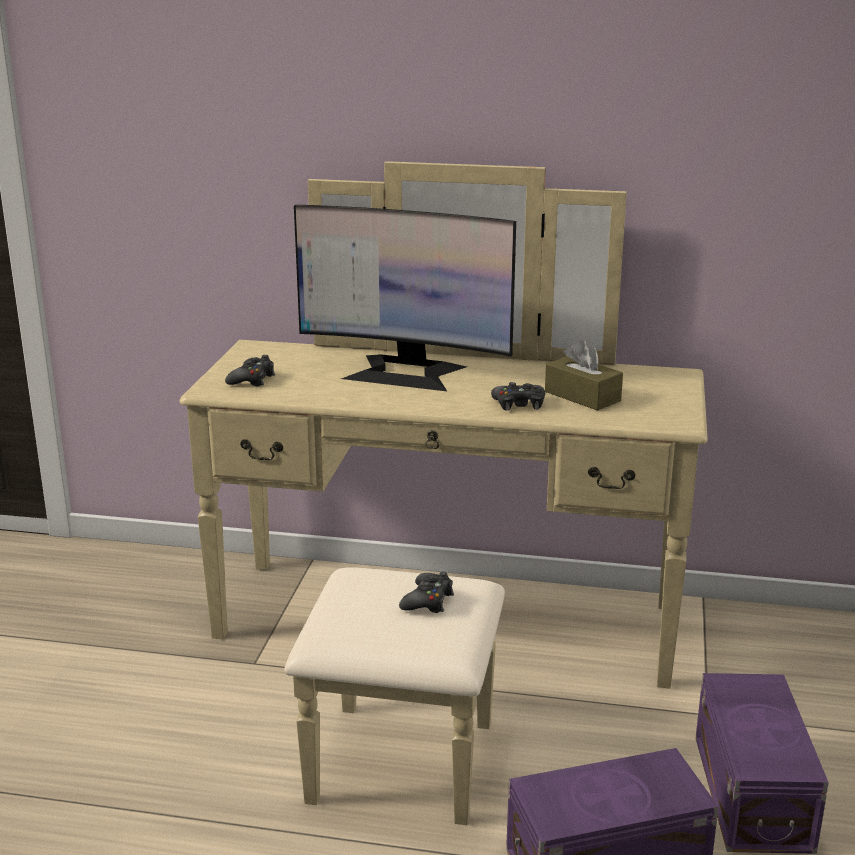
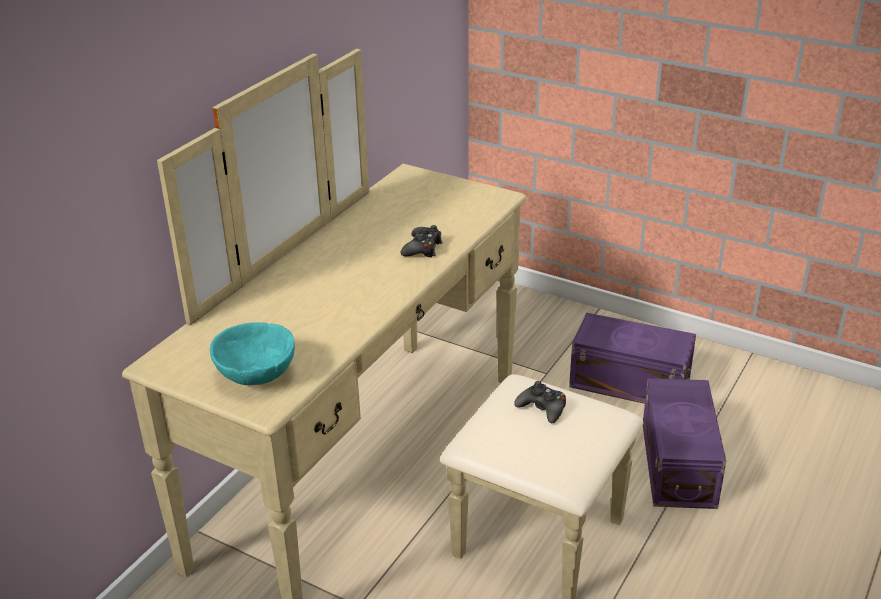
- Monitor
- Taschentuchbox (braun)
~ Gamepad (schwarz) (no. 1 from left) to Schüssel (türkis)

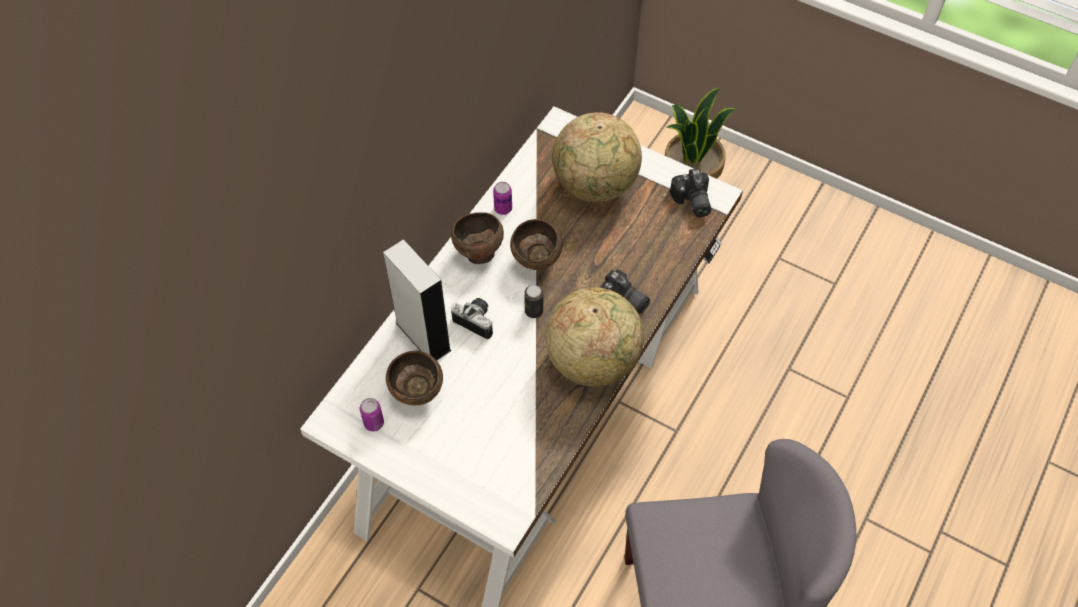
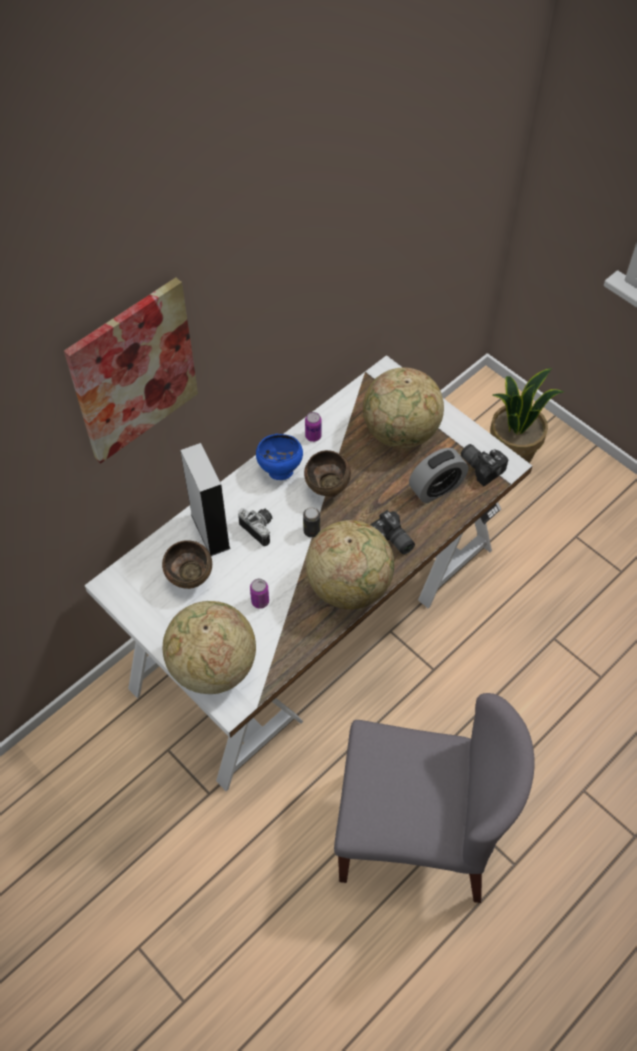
~ Kamera (no. 3 from left) 135 degrees clockwise
~ Schüssel (braun) (no. 2 from left) to Schüssel (blau)
~ Dose (no. 1 from left)
+ Bild
+ Wecker
+ Globus (no. 1 from left)

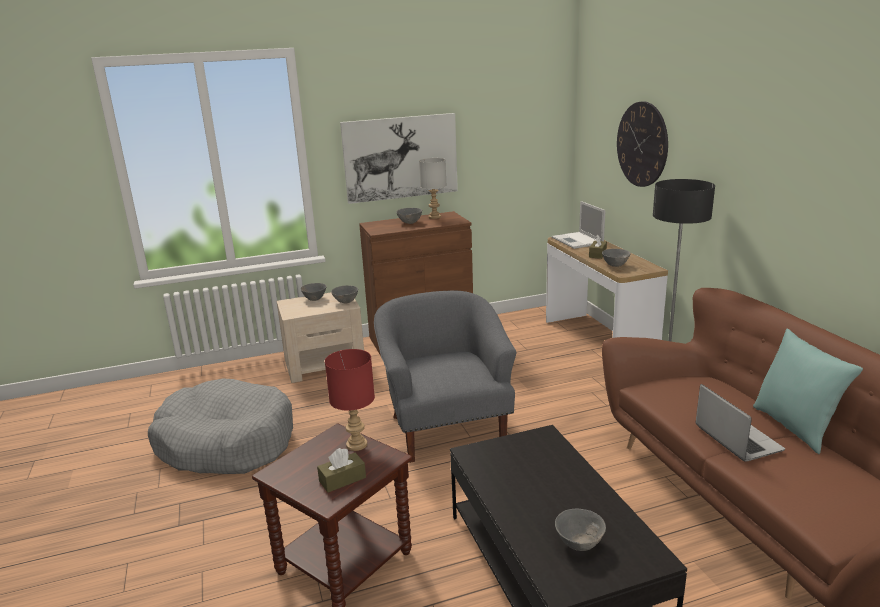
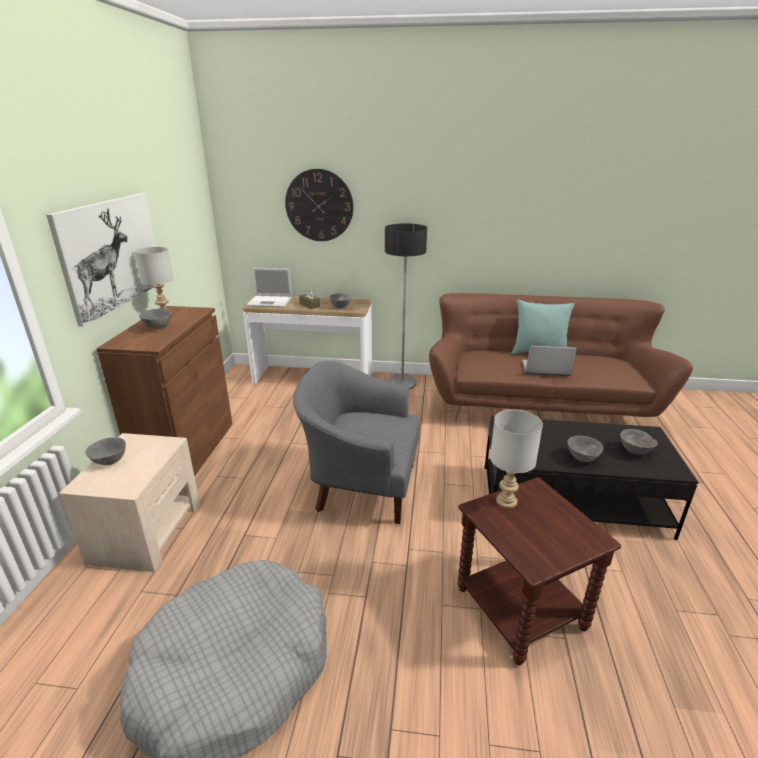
~ Schüssel (grau) (no. 2 from left in the first image) to Schüssel (grau) (no. 4 from left)
~ Tischlampe (rot) to Tischlampe (grau) (no. 2 from left)
- Taschentuchbox (braun) (no. 1 from left)

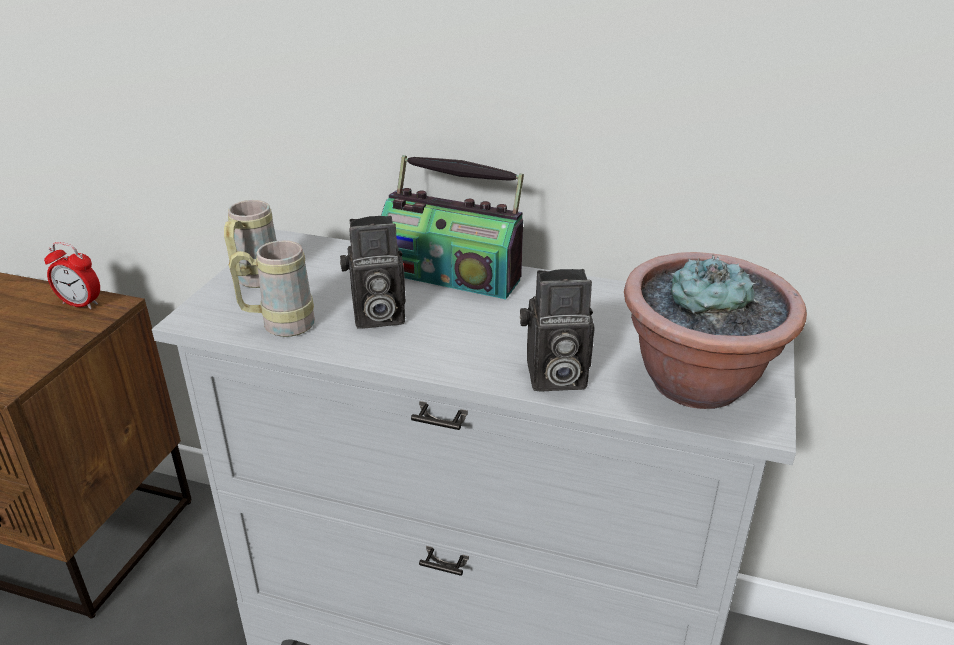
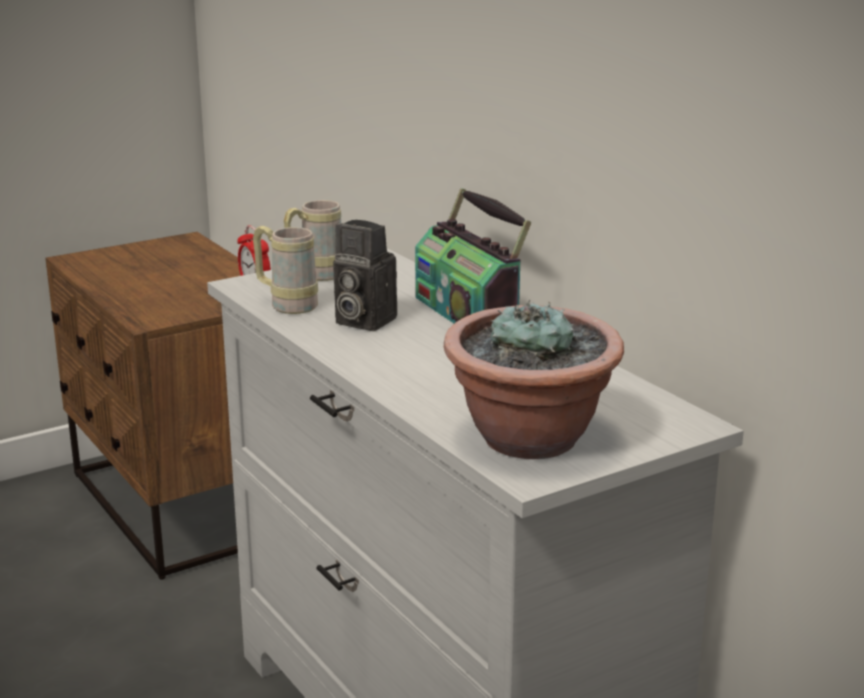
- Kamera (no. 2 from left)

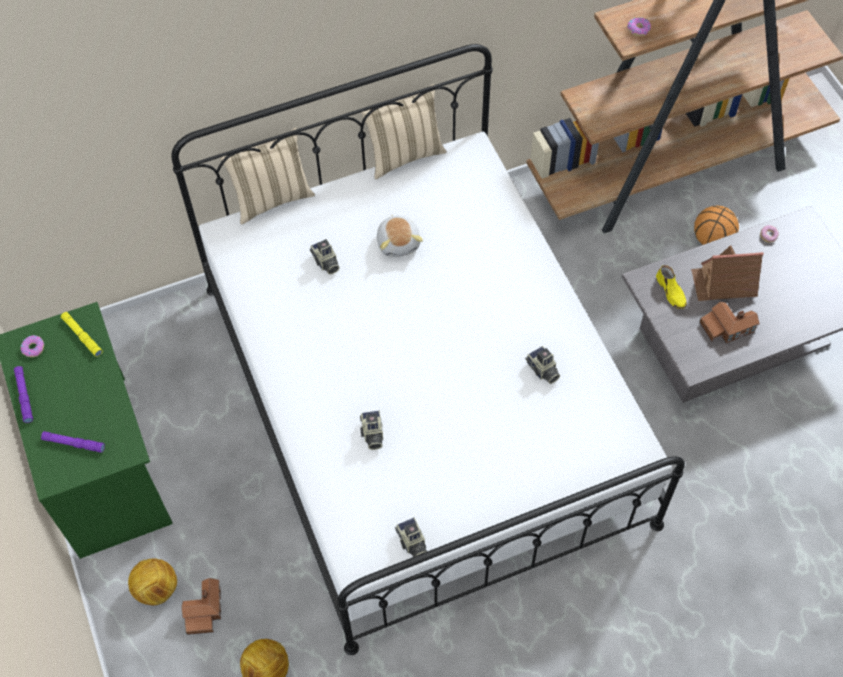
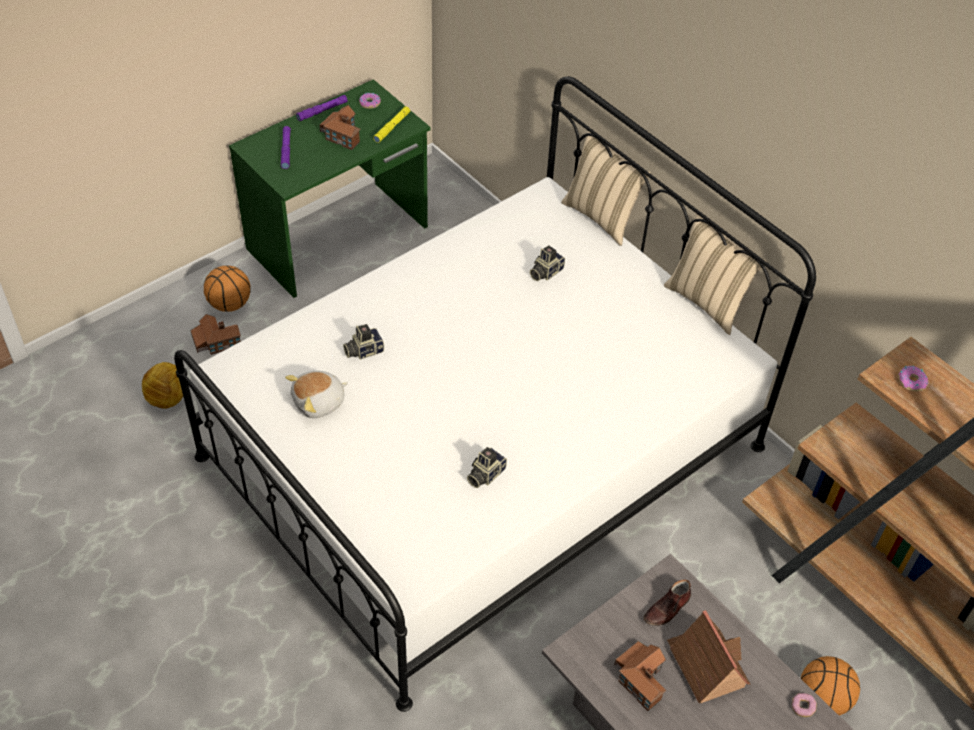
~ Plüschtier
~ Schuh (gelb) to Schuh (braun)
- Kamera (no. 3 from left)
~ Fußball (no. 1 from left) to Basketball (no. 1 from left)
+ Spielzeughaus (no. 2 from left)

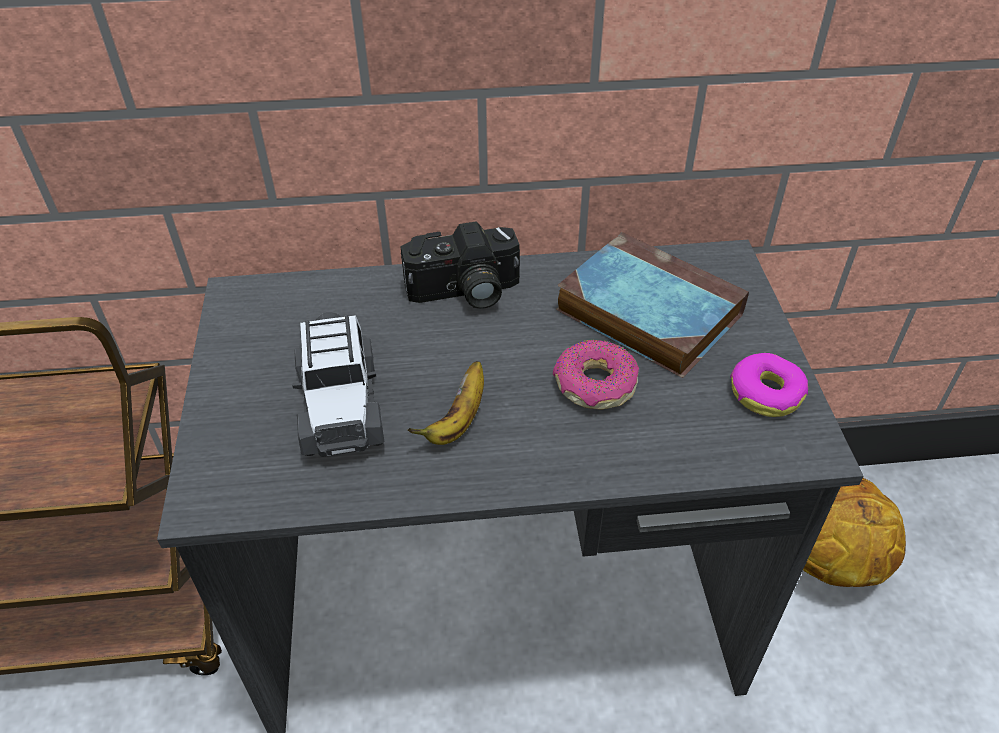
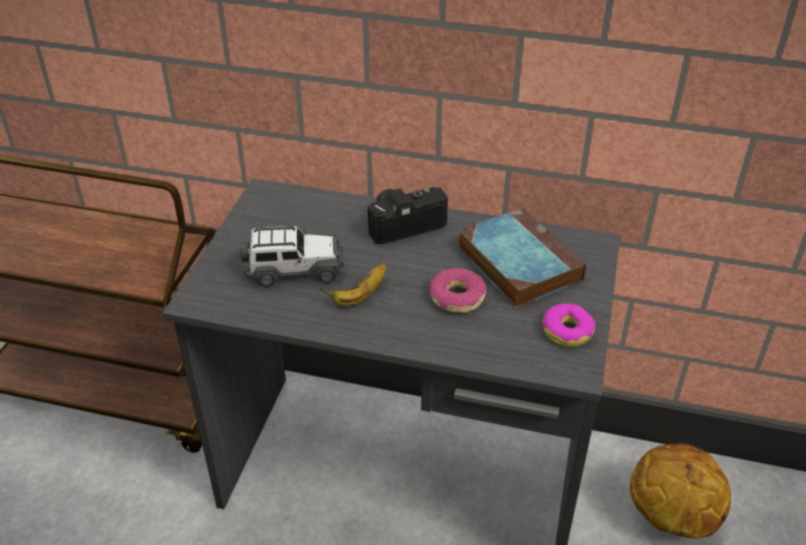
~ Kamera 150 degrees clockwise
~ Spielzeugauto 105 degrees counterclockwise

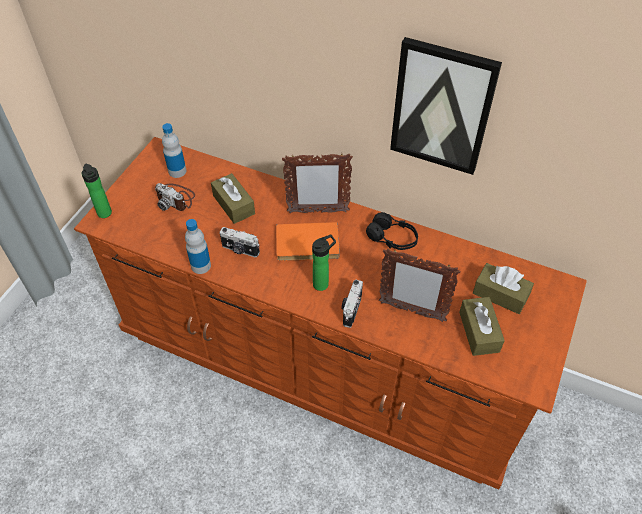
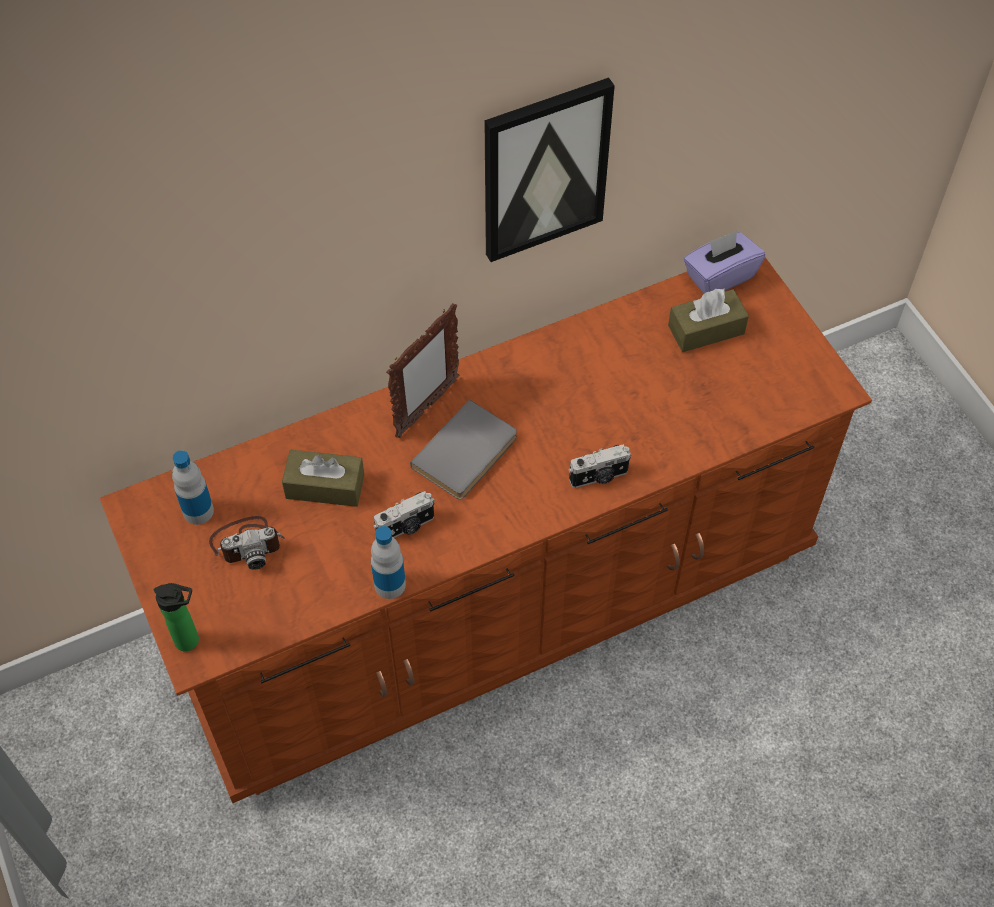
- Kopfhörer (schwarz)
~ Buch (orange) to Buch (grau)
- Flasche (no. 4 from left)
- Bilderrahmen (no. 2 from left)
~ Kamera (no. 3 from left) 75 degrees counterclockwise
- Taschentuchbox (braun) (no. 2 from left)
+ Taschentuchbox (lila)

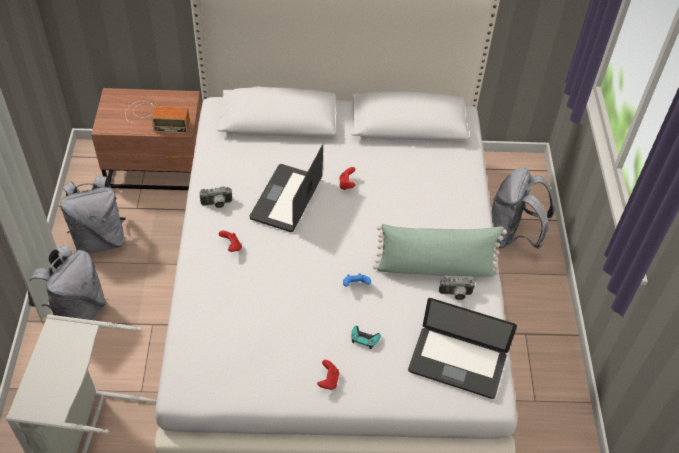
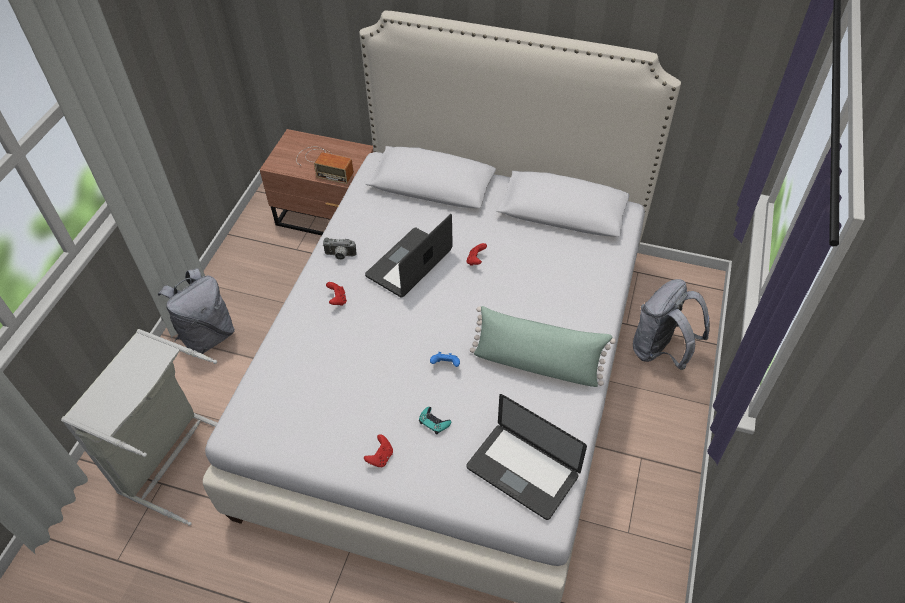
- Rucksack (grau) (no. 2 from left)
- Kamera (no. 2 from left)

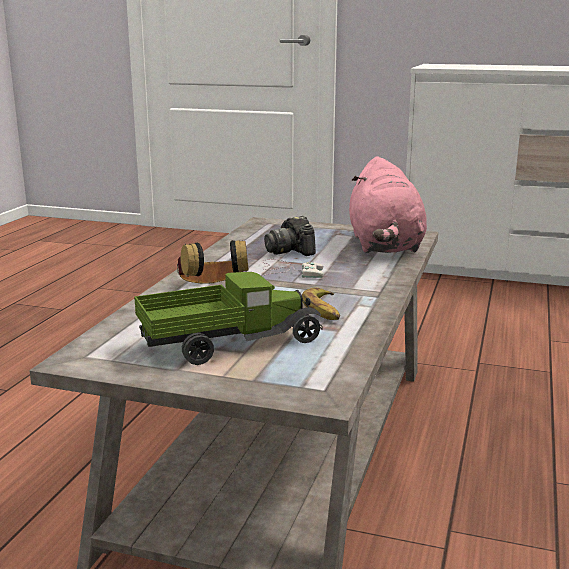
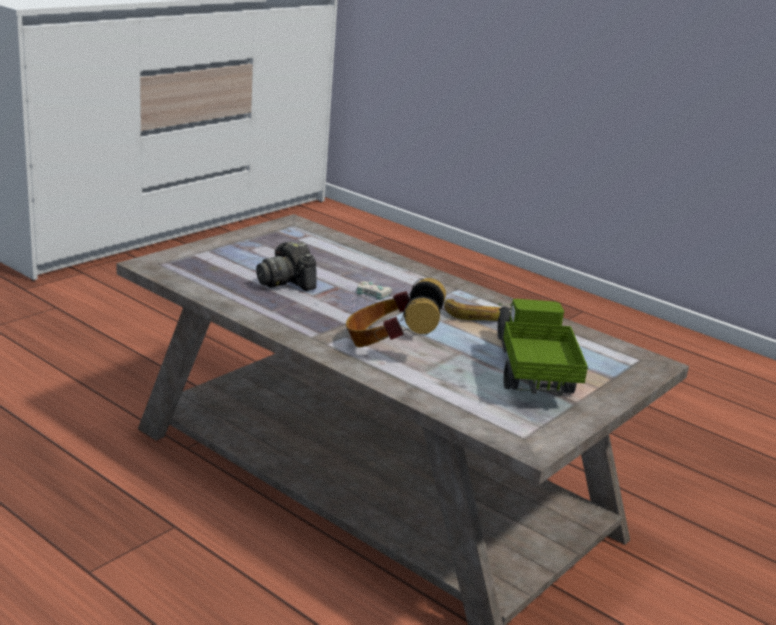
- Plüschtier (rosa)
~ Kamera 60 degrees clockwise

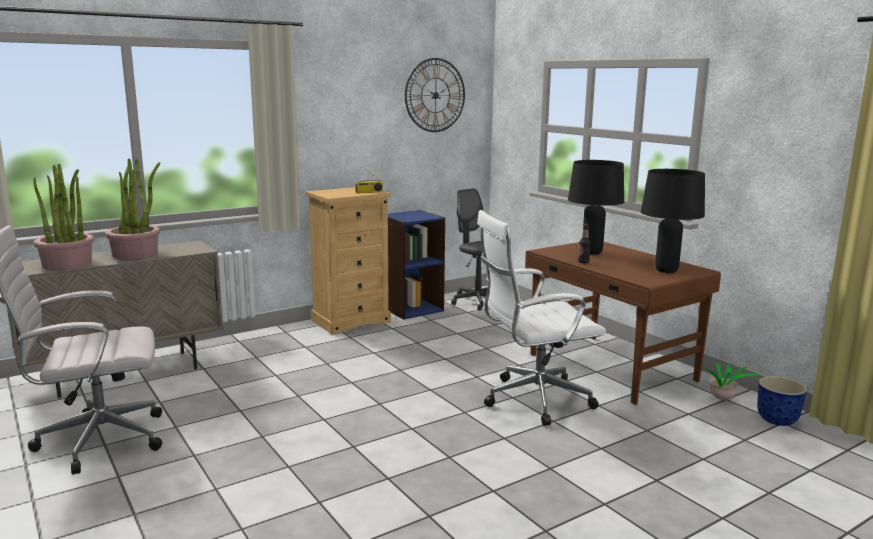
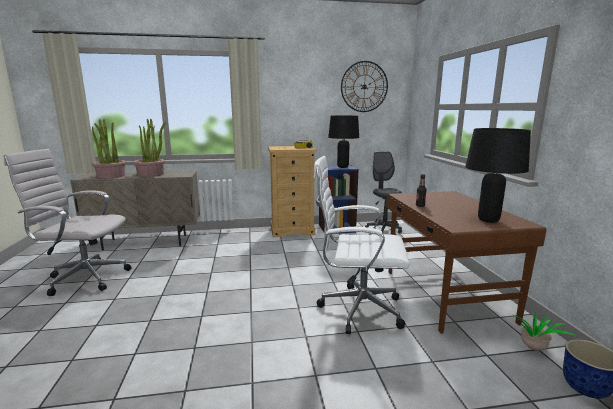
~ Tischlampe (schwarz) (no. 1 from left)

